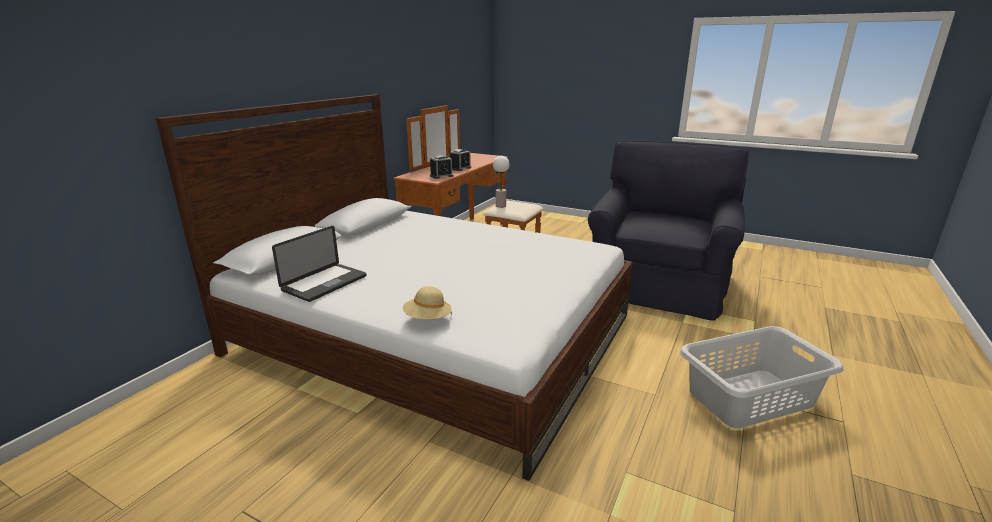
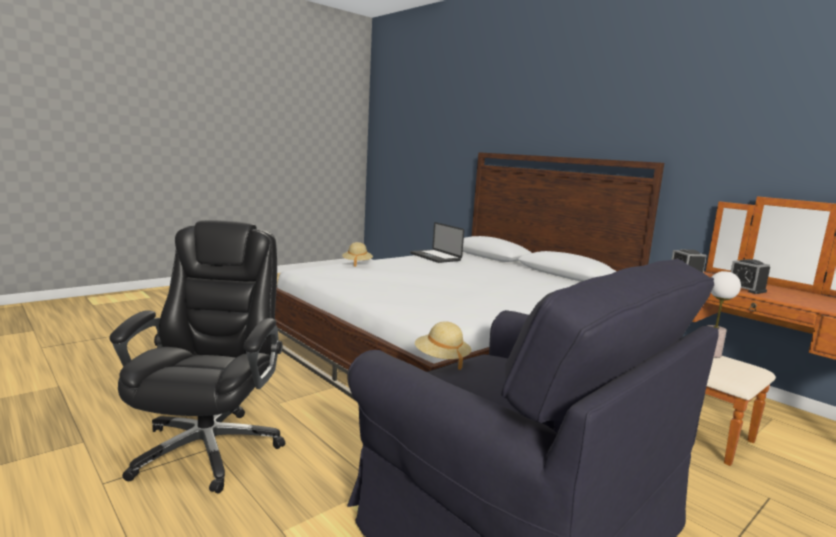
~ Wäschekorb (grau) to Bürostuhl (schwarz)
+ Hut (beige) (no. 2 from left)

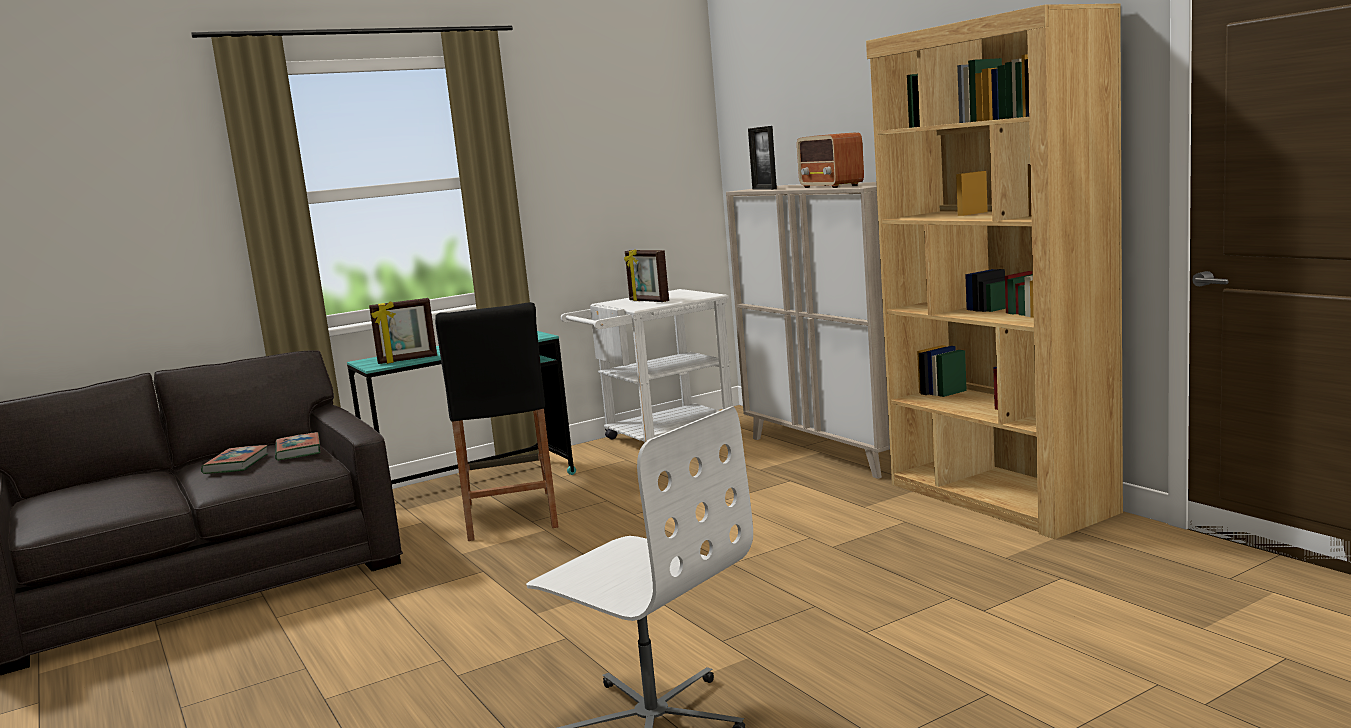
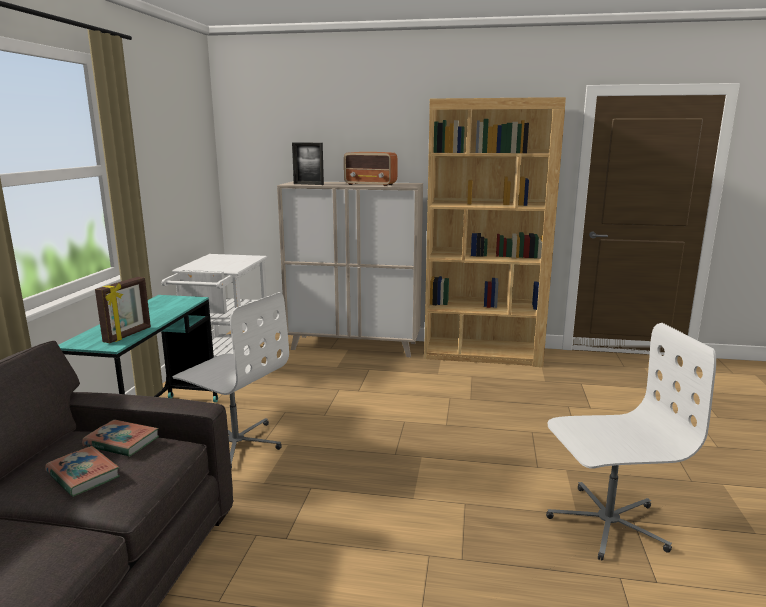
- Bilderrahmen (no. 2 from left)
~ Hocker (schwarz) to Bürostuhl (weiß) (no. 1 from left)

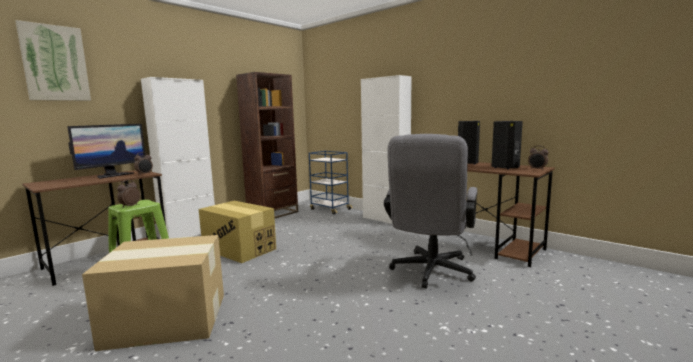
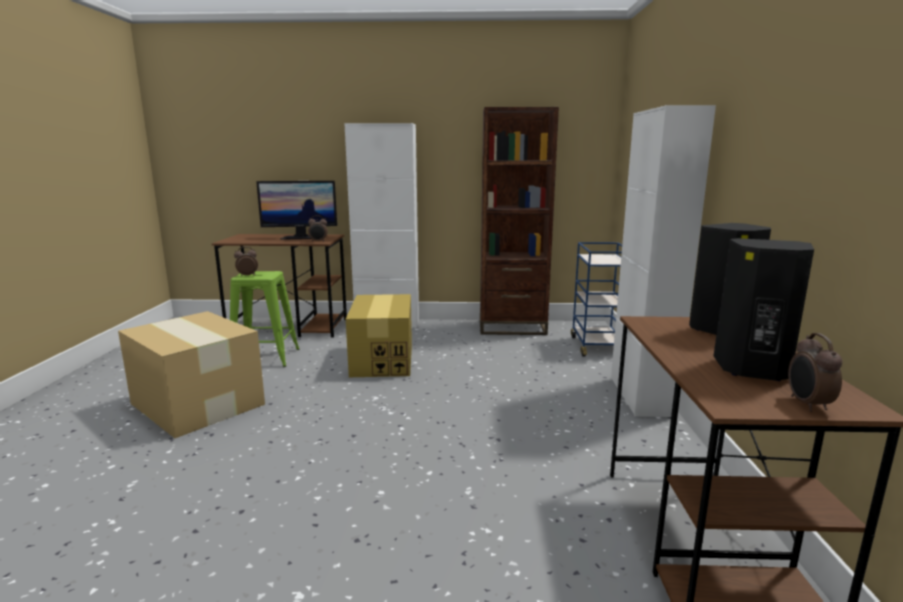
- Bild
- Bürostuhl (grau)

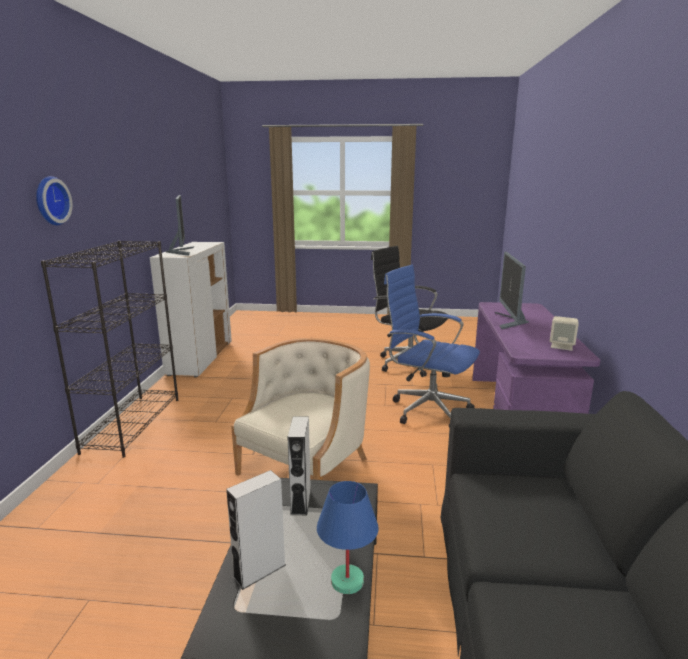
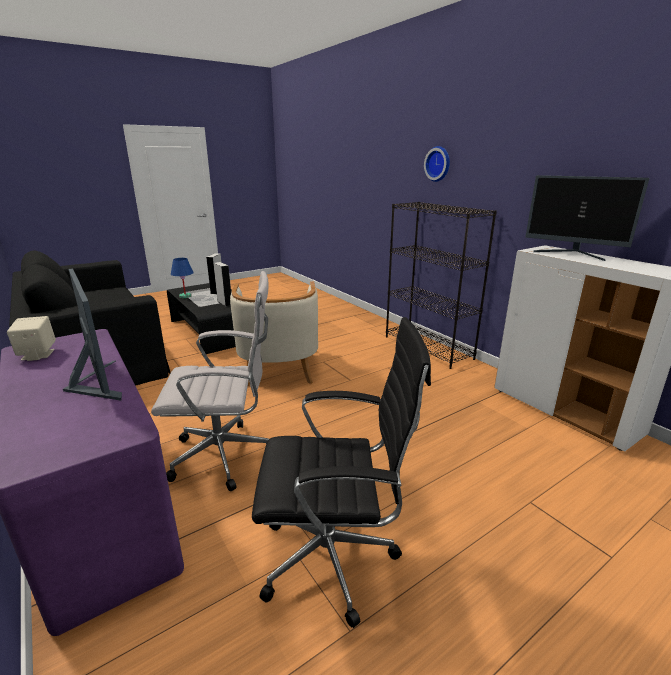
~ Bürostuhl (blau) to Bürostuhl (weiß)

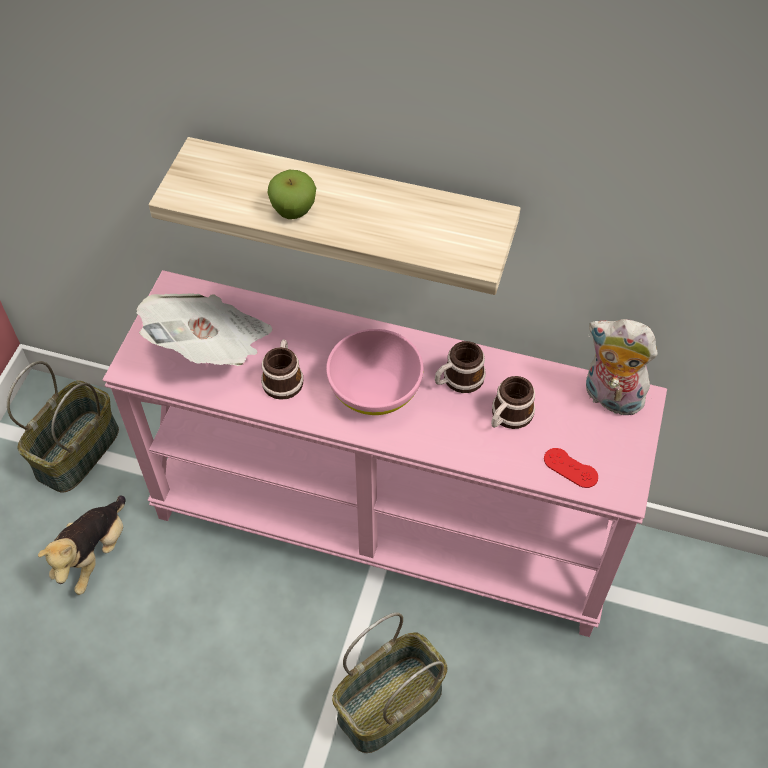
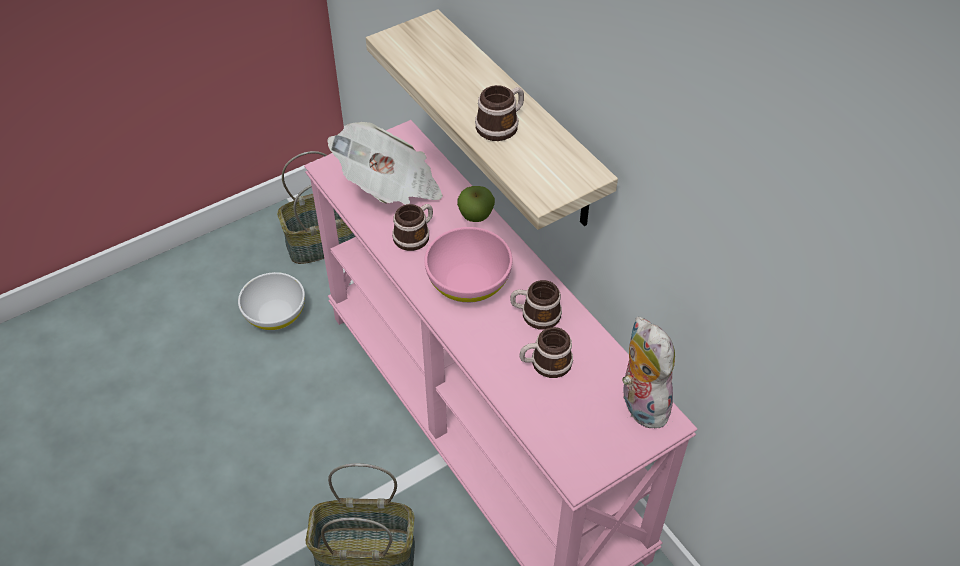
~ Apfel
- Gamepad (rot)
~ Plüschtier (no. 1 from left) to Schüssel (weiß)
+ Henkelbecher (no. 2 from left)

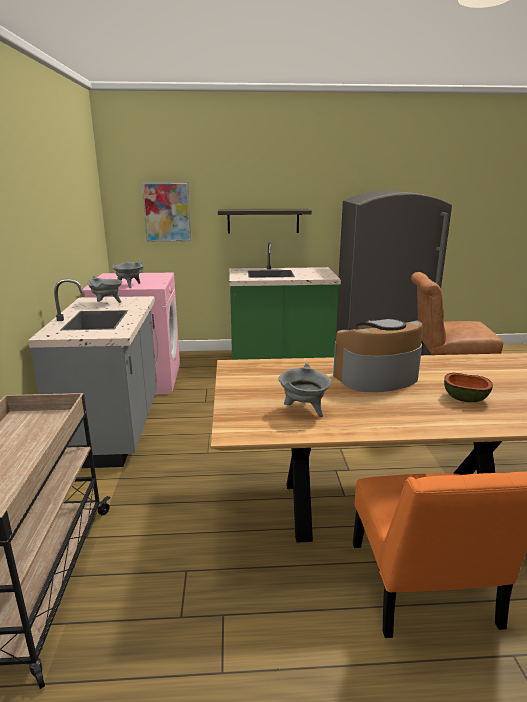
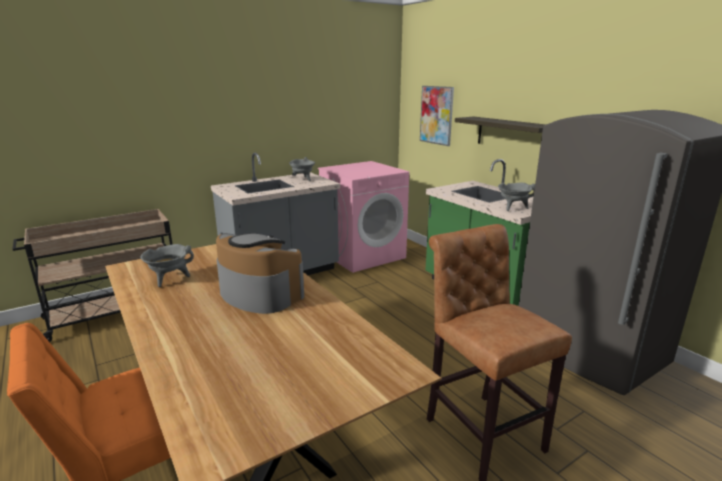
~ Kochtopf (grau) (no. 2 from left in the first image) to Kochtopf (grau) (no. 3 from left)
- Schüssel

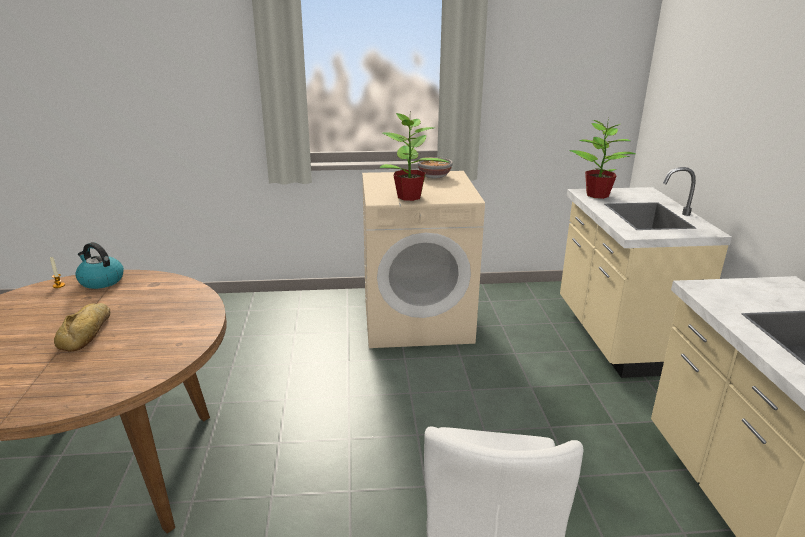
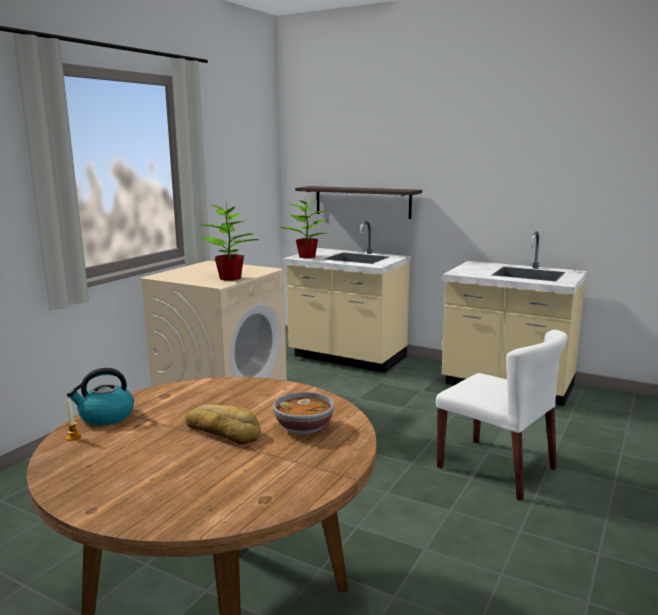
~ Schüssel
+ Wandregal

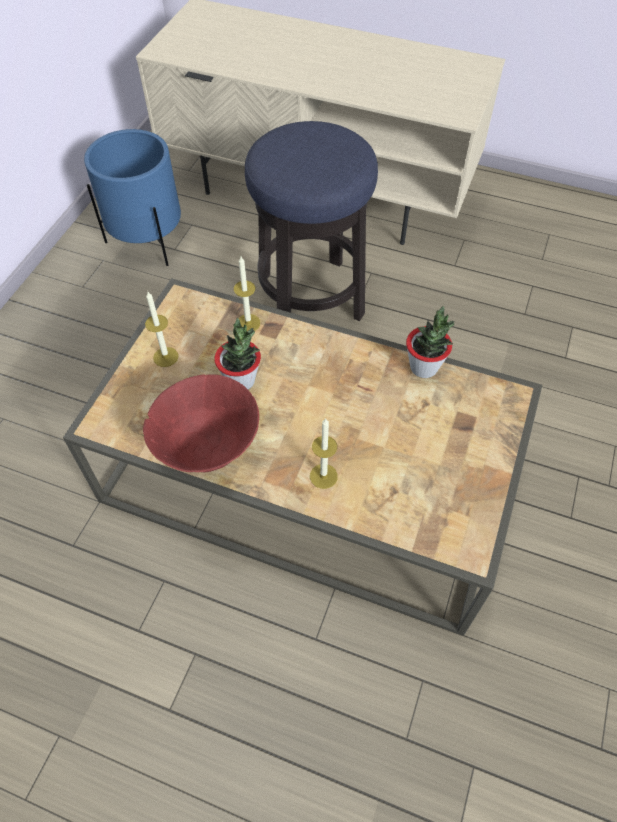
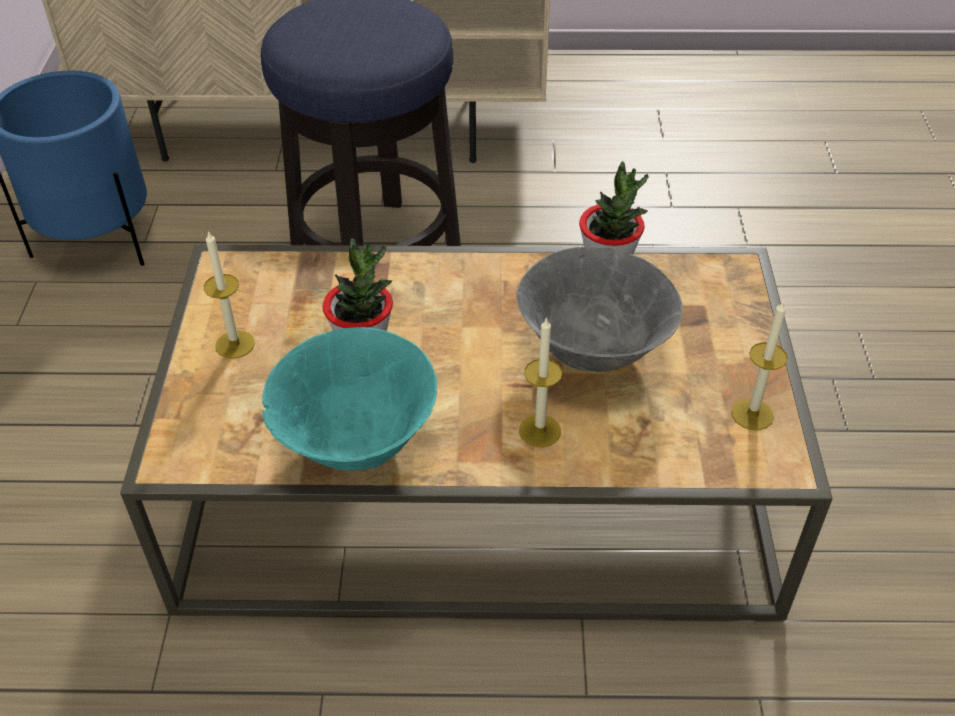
~ Kerze (no. 2 from left in the first image) to Kerze (no. 3 from left)
~ Schüssel (rot) to Schüssel (türkis)
+ Schüssel (grau)

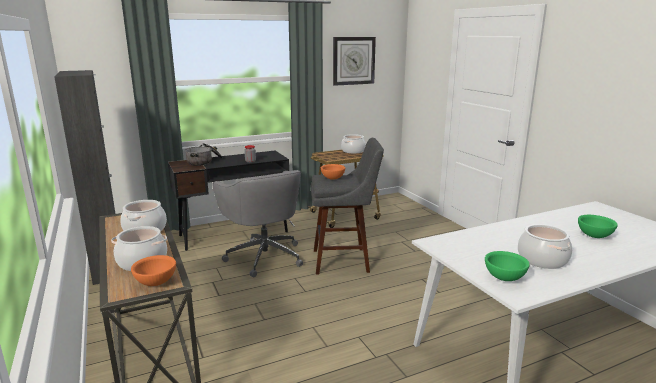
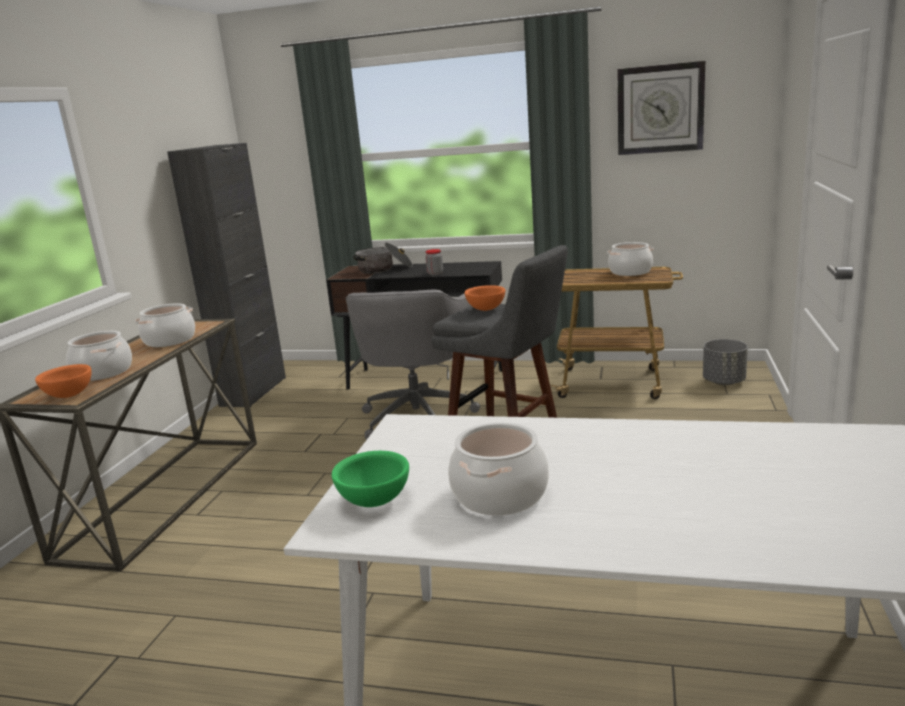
- Schüssel (grün) (no. 2 from left)
+ Pflanzkübel (grau)

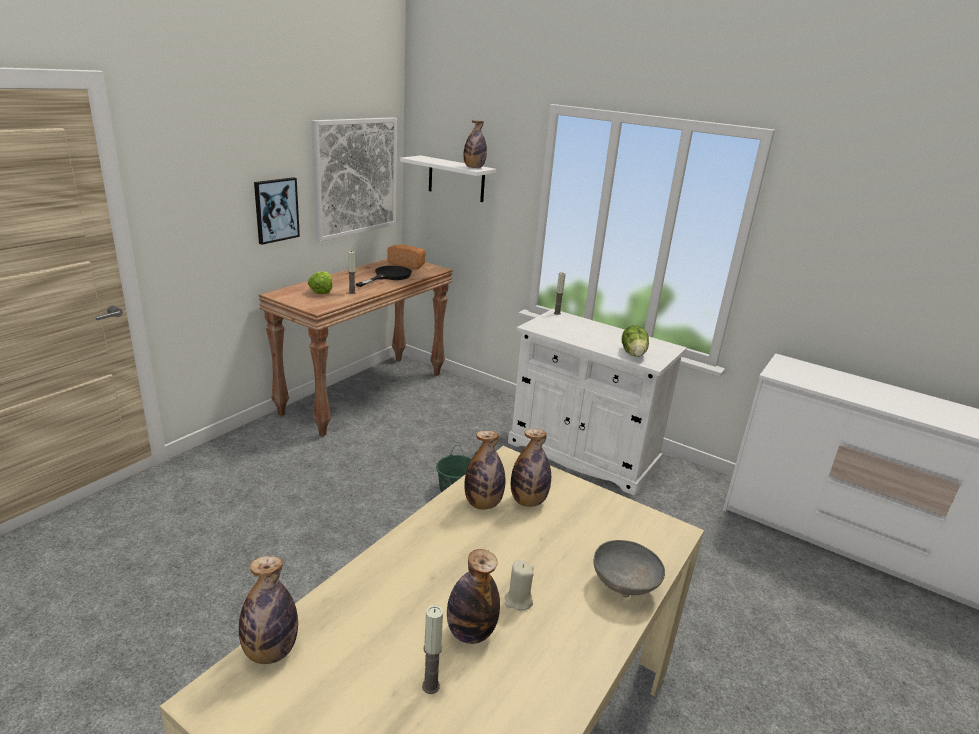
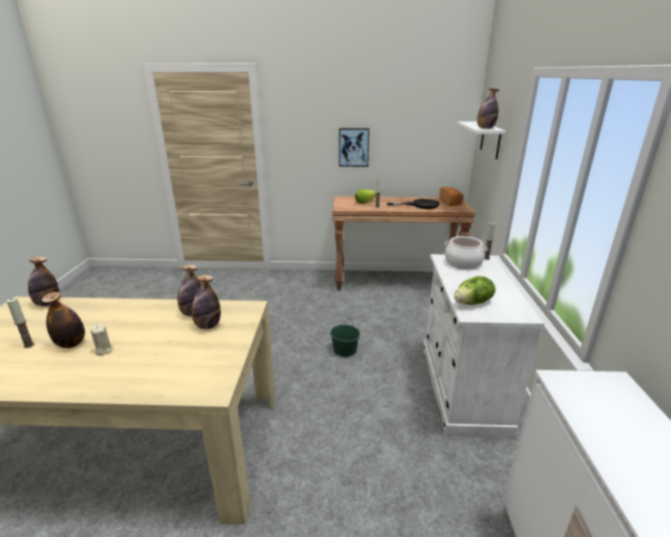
- Bild (no. 2 from left)
- Schüssel (grau)
+ Kochtopf

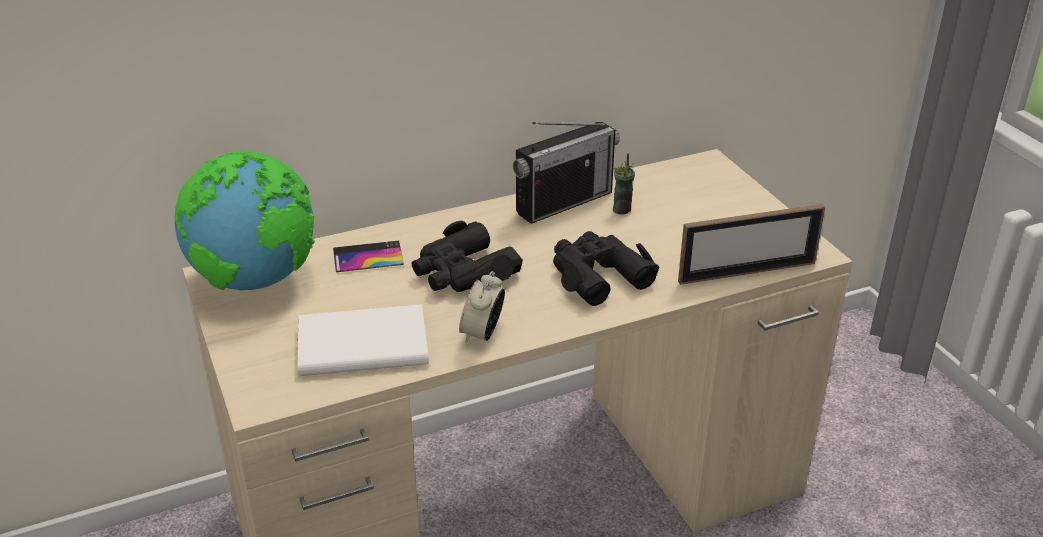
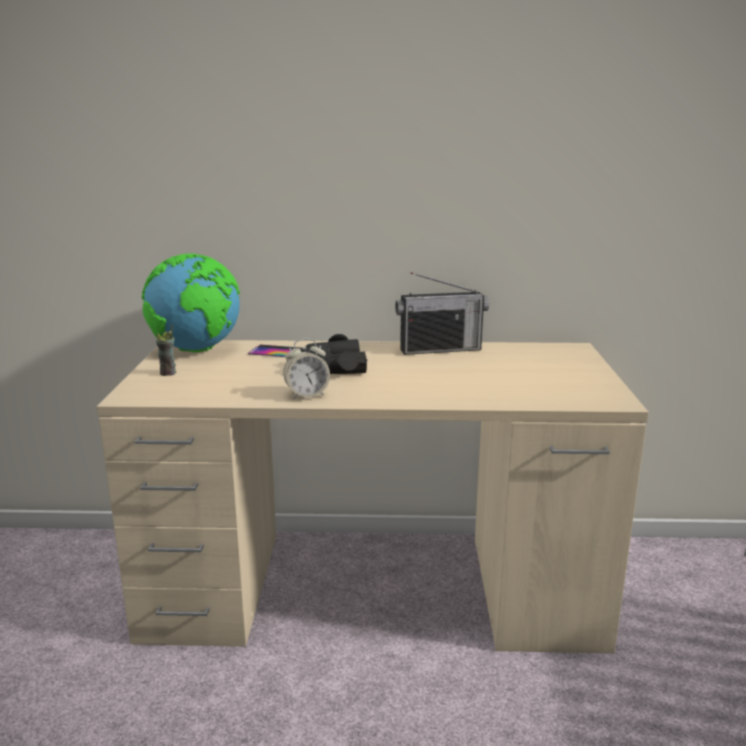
~ Tasse
- Bilderrahmen
- Fernglas (schwarz) (no. 2 from left)
~ Wecker 150 degrees counterclockwise
- Buch (weiß)

